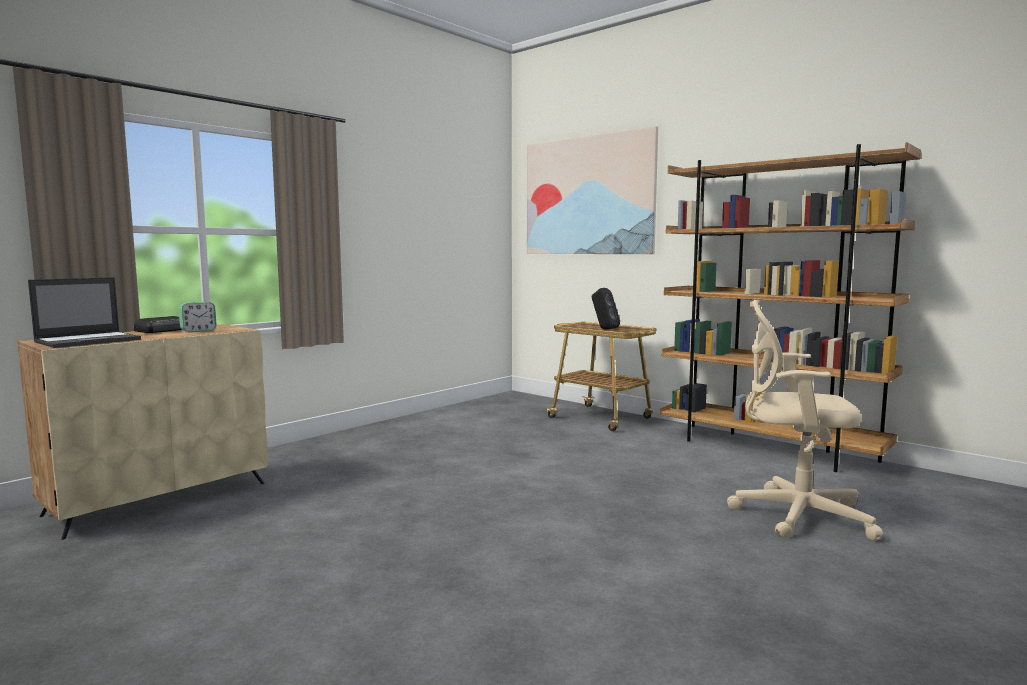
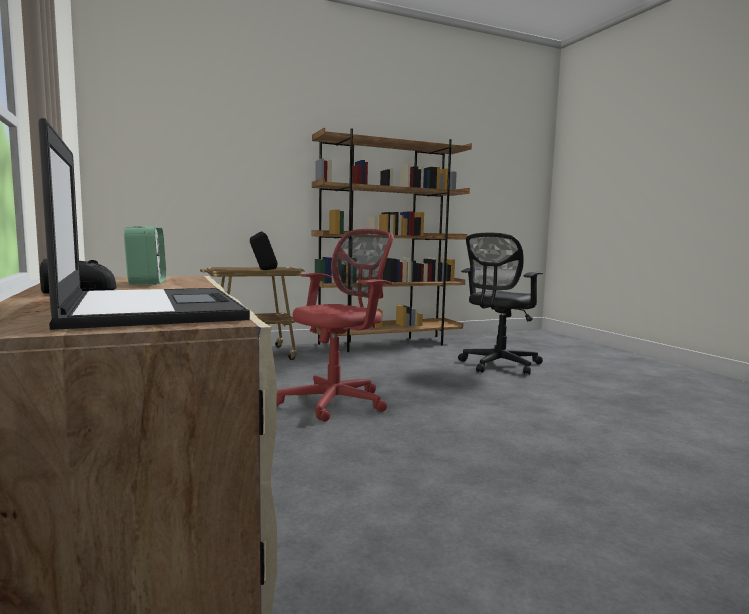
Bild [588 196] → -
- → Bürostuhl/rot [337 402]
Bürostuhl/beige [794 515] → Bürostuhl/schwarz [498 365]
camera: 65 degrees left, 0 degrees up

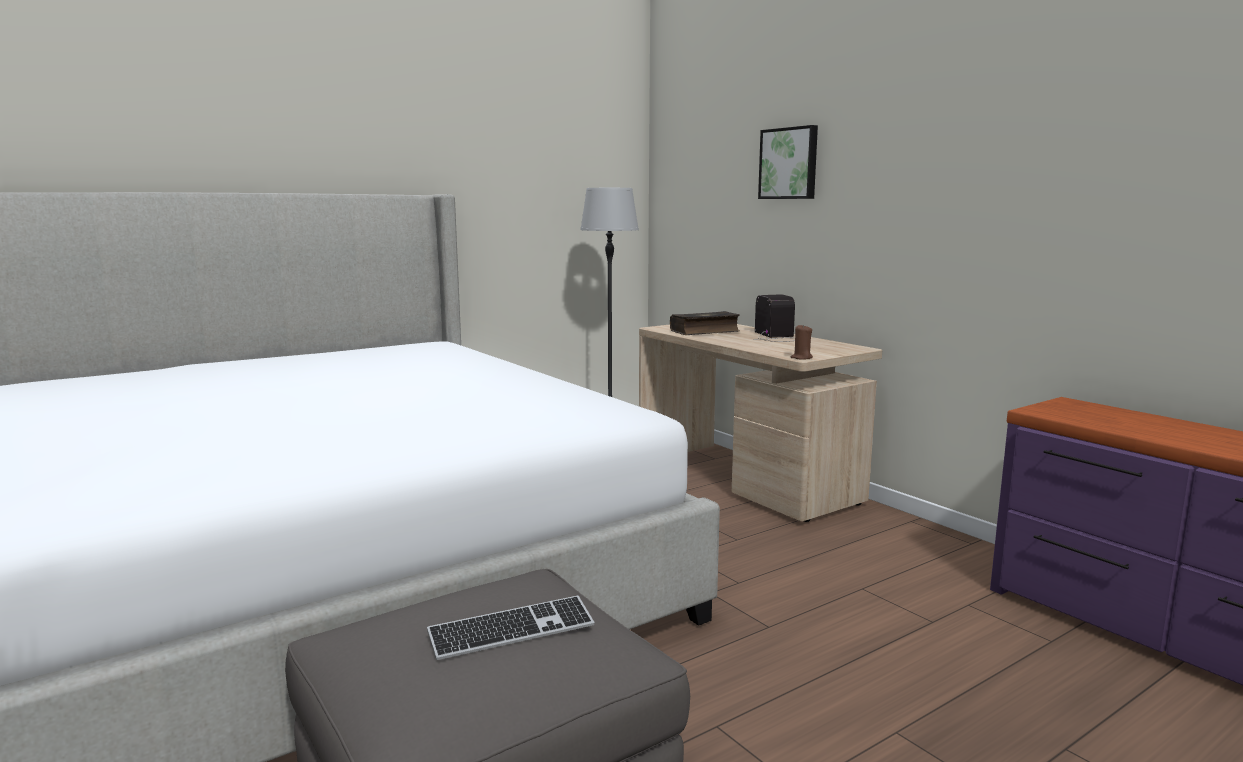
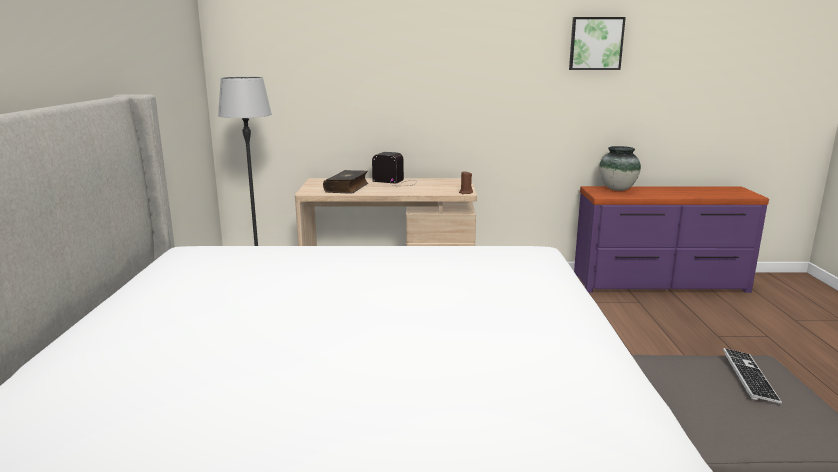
- → Vase [617 189]
Bild [789 163] → Bild [595 43], moved
camera: 55 degrees left, 5 degrees up

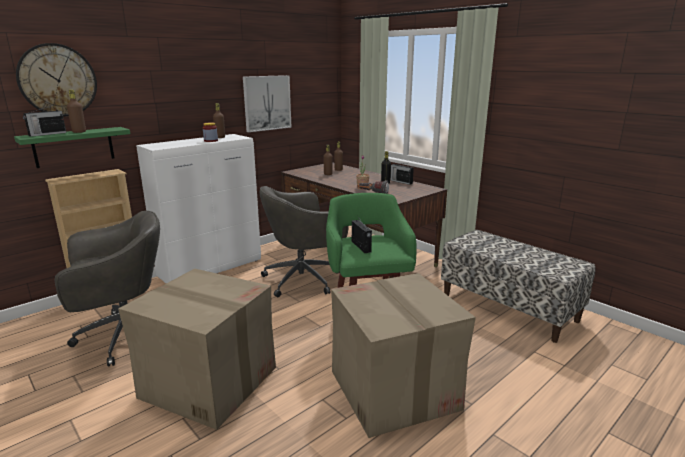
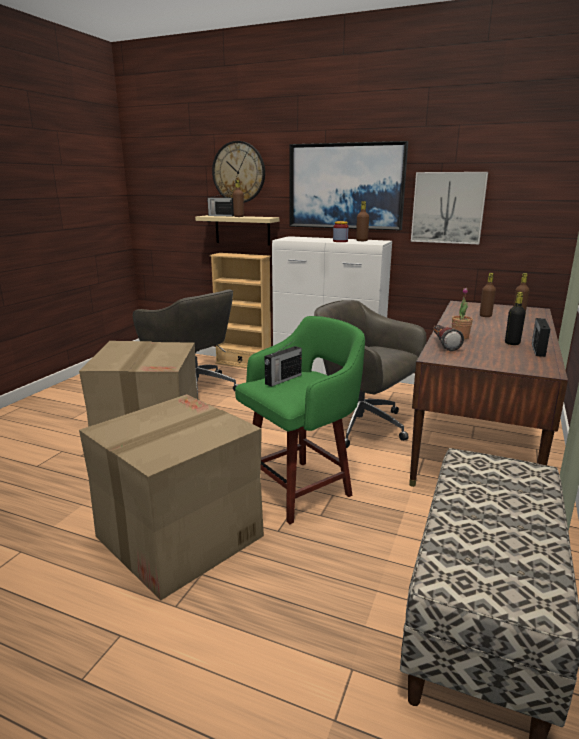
- → Bild [346 186]
Wandregal/grün [74 147] → Wandregal/beige [242 230]
camera: 65 degrees right, 0 degrees up

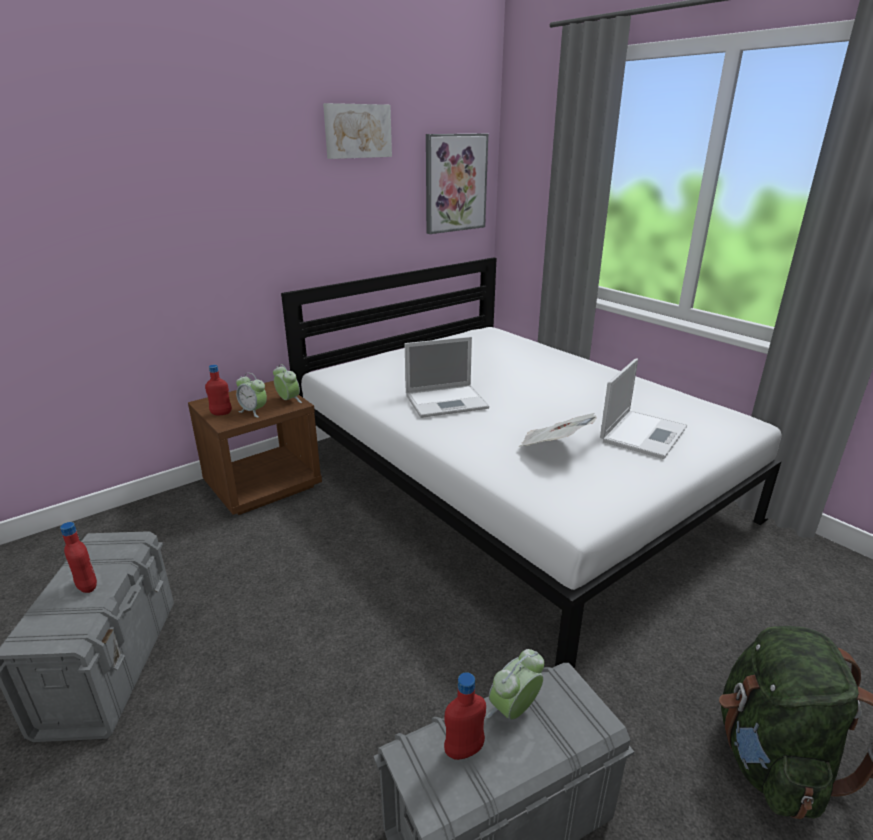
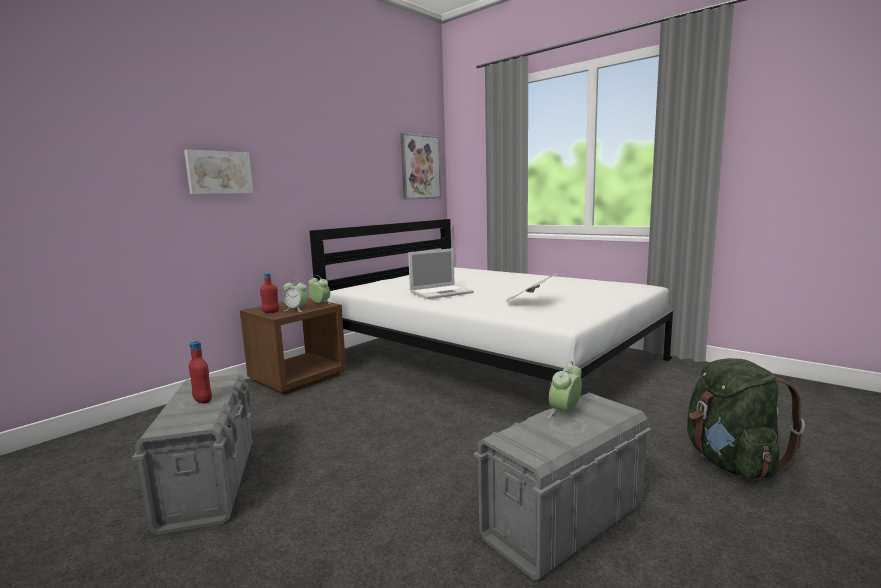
Flasche/rot [464 750] → -
Laptop [643 433] → -
Bild [357 131] → Bild [219 172], moved
camera: 10 degrees left, 15 degrees down

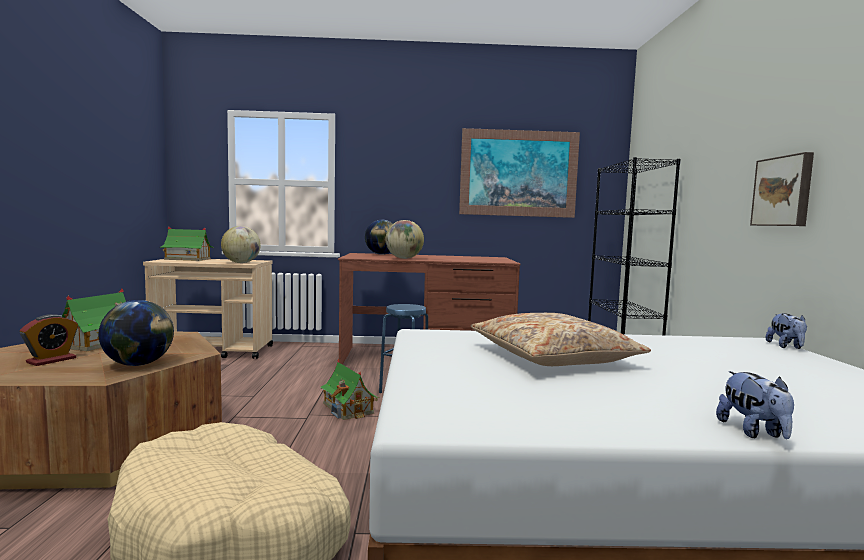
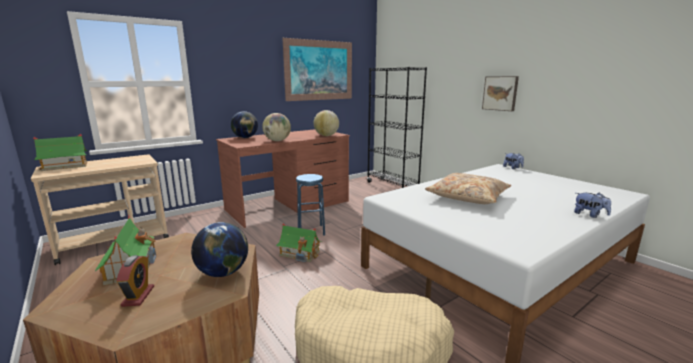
Globus [241 263] → Globus [326 136], moved
camera: 35 degrees left, 10 degrees up

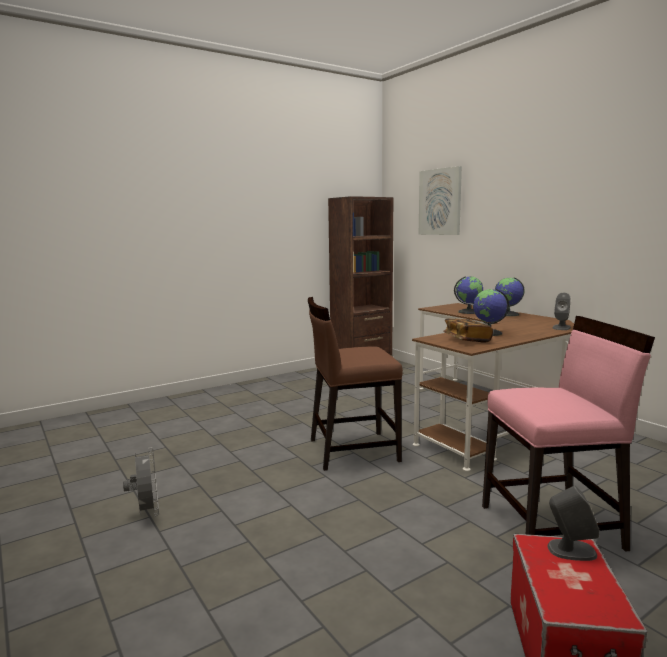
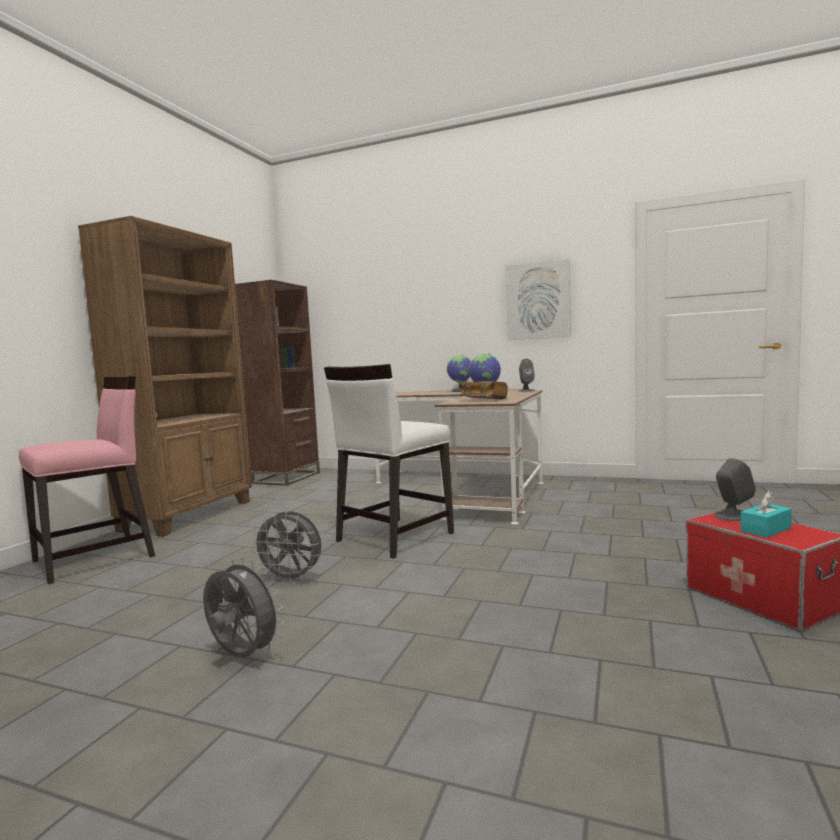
Globus [468 312] → -
- → Bücherregal/braun [189 515]
- → Ventilator/grau [292 579]
- → Taschentuchbox/türkis [765 530]
Bild [440 202] → Bild [538 301], moved
Stuhl/rosa [552 527] → Stuhl/rosa [95 558], moved
Stuhl/braun [352 450] → Stuhl/weiß [393 537]
camera: 35 degrees left, 5 degrees down

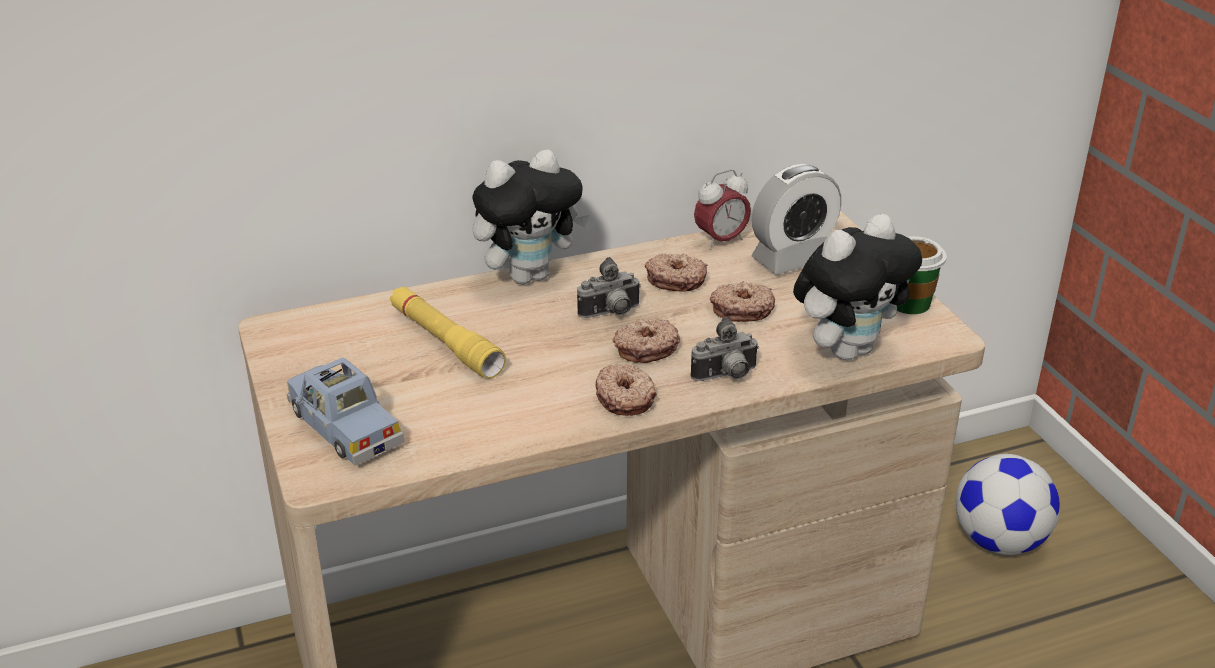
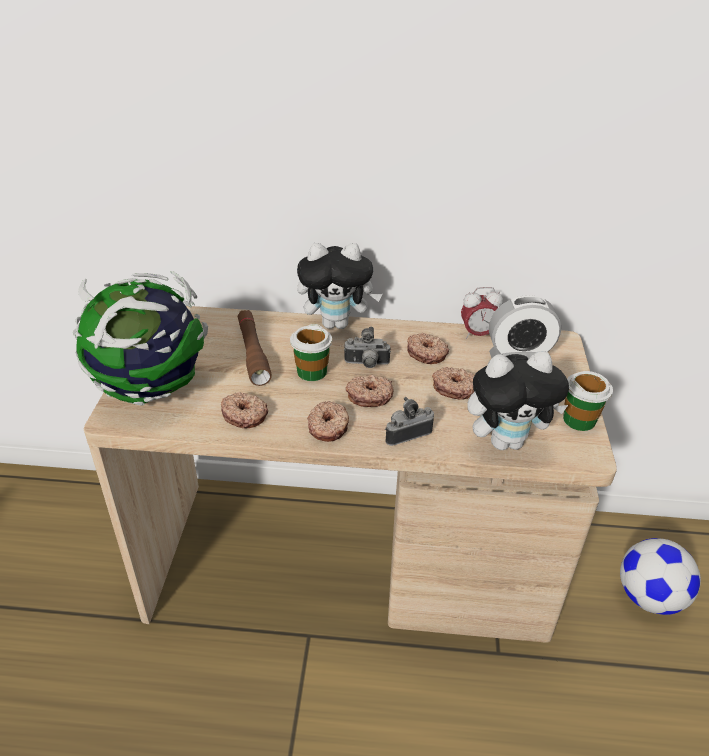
- → Donut [244 415]
- → Tasse [312 372]
Spielzeugauto/blau [343 427] → Globus [152 389]
Taschenlampe/gelb [445 342] → Taschenlampe/braun [253 353]
Kamera [726 376] → Kamera [406 433], 150 degrees clockwise
camera: 25 degrees right, 5 degrees up

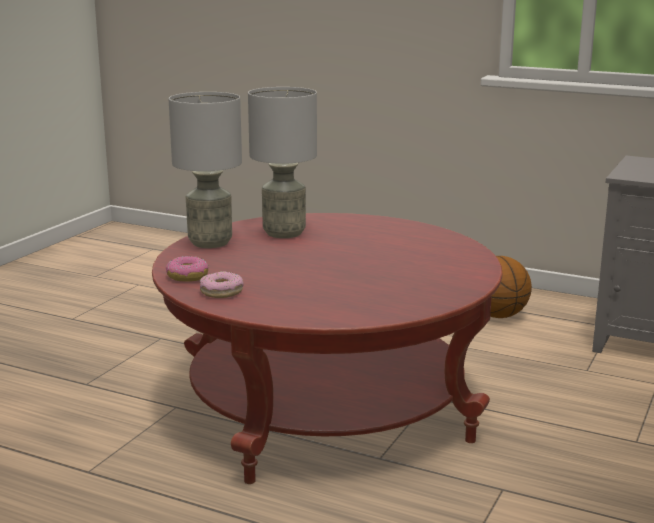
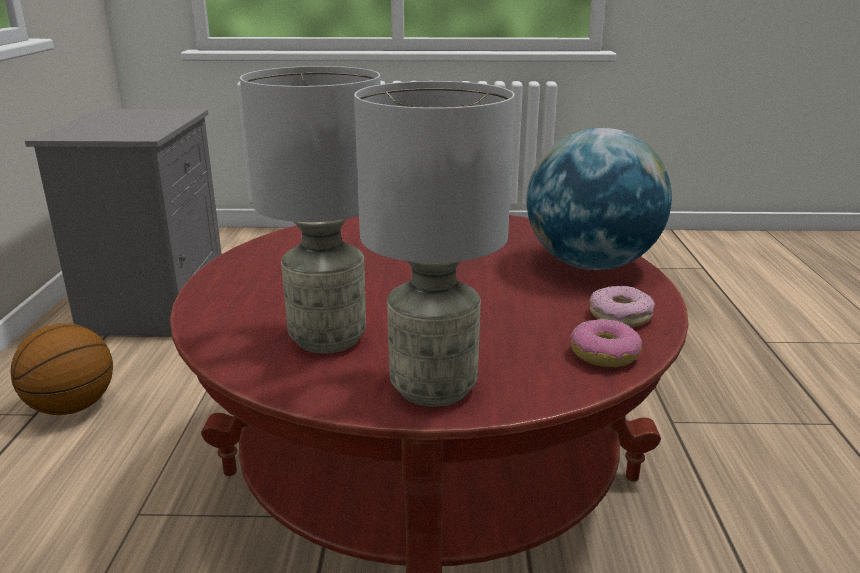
- → Globus [591 264]
camera: 115 degrees left, 5 degrees up

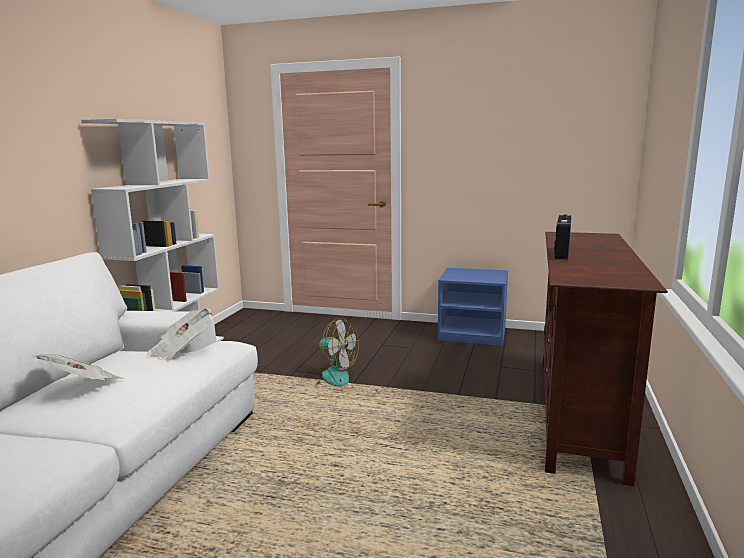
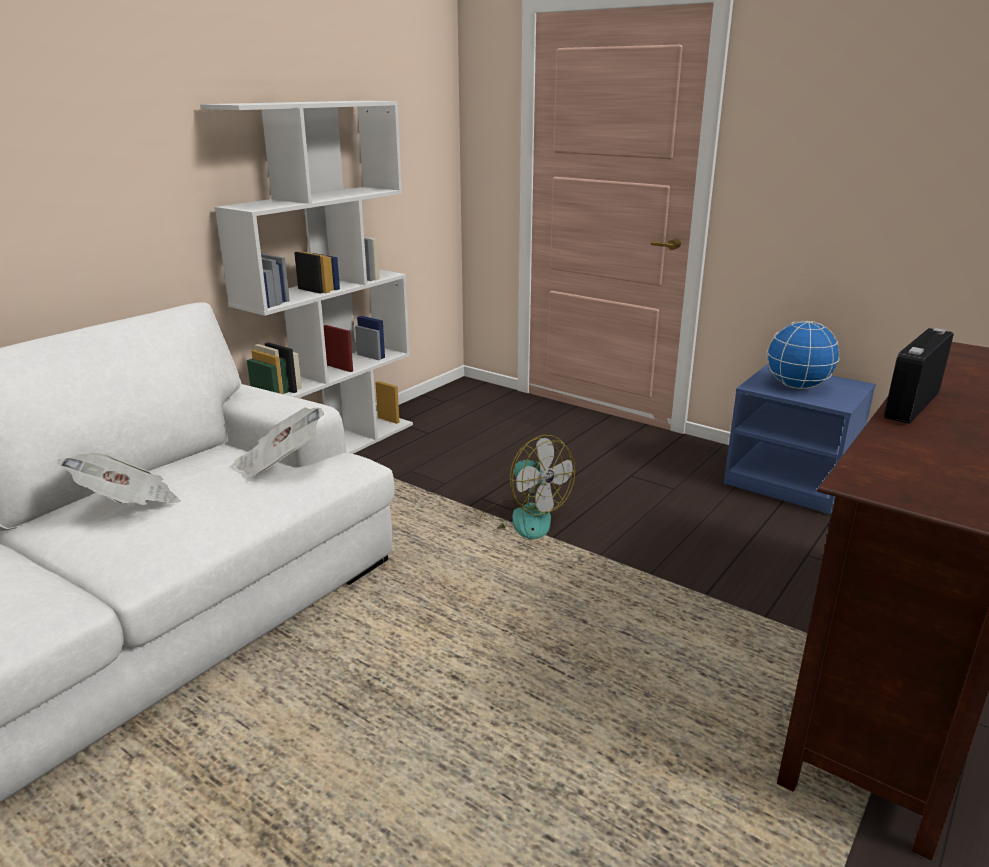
- → Globus [796 386]
camera: 20 degrees right, 10 degrees up

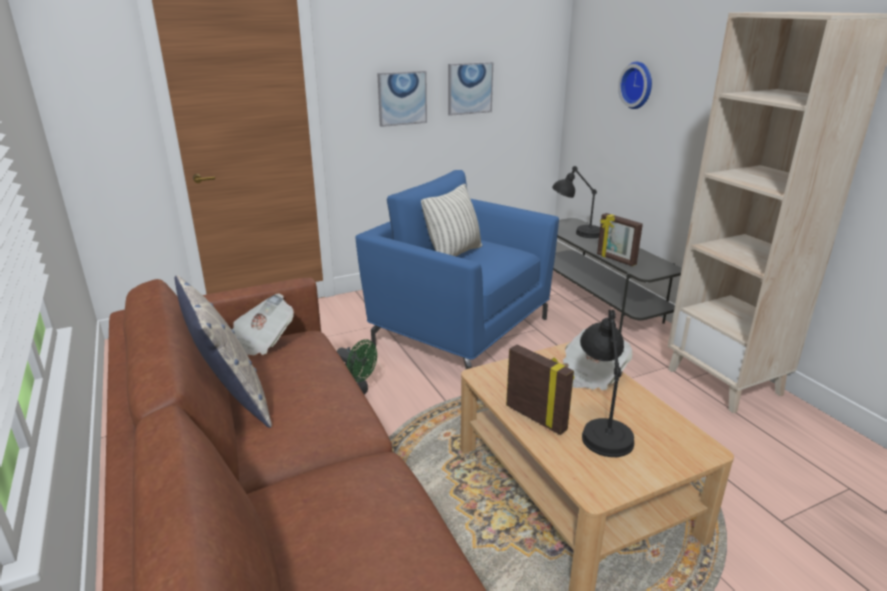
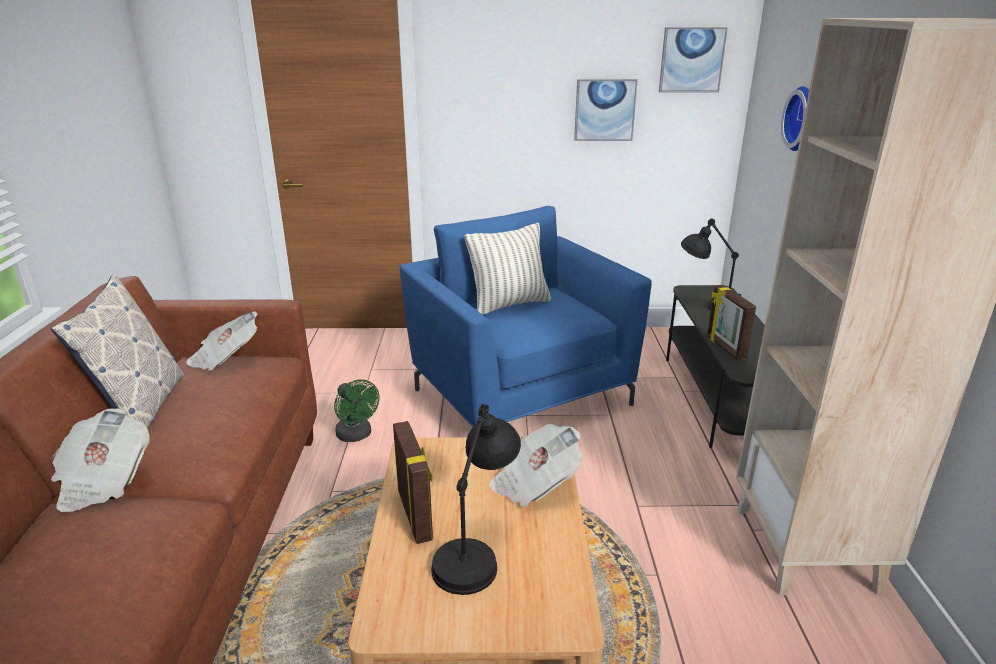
- → Zeitung [103 481]
Bild [402 98] → Bild [691 60], moved
camera: 25 degrees right, 0 degrees up

